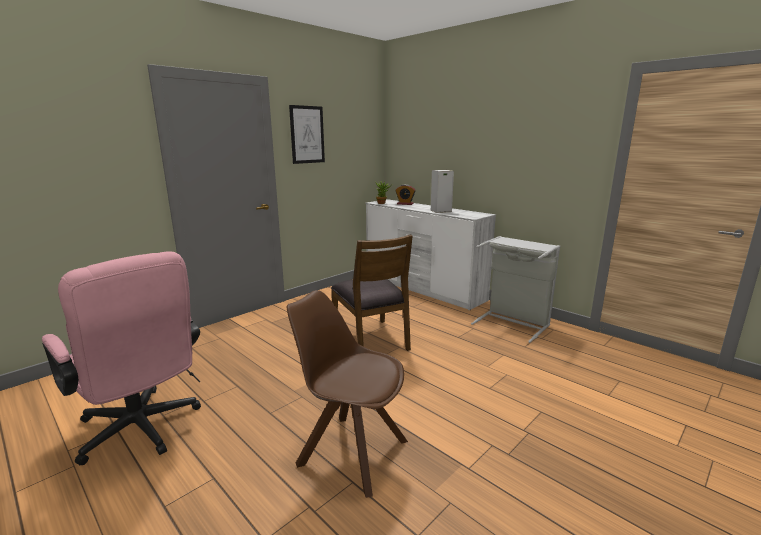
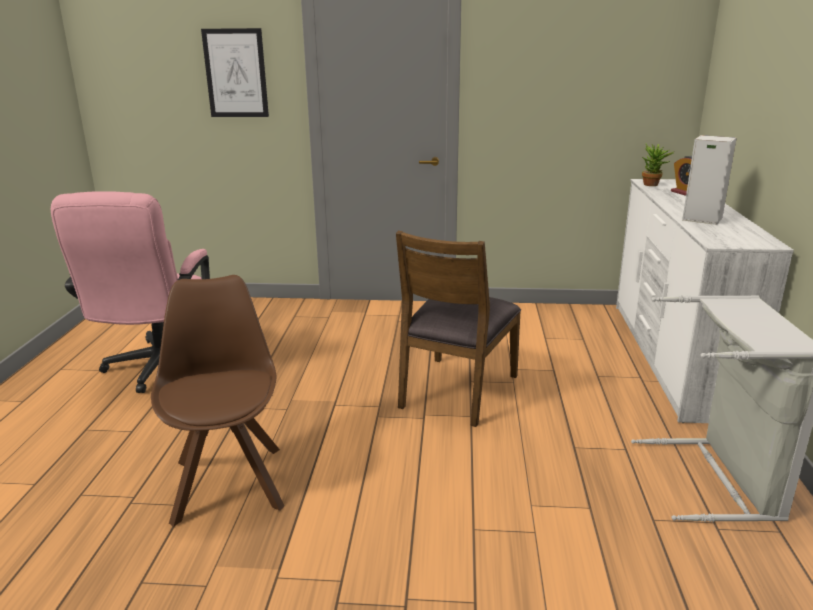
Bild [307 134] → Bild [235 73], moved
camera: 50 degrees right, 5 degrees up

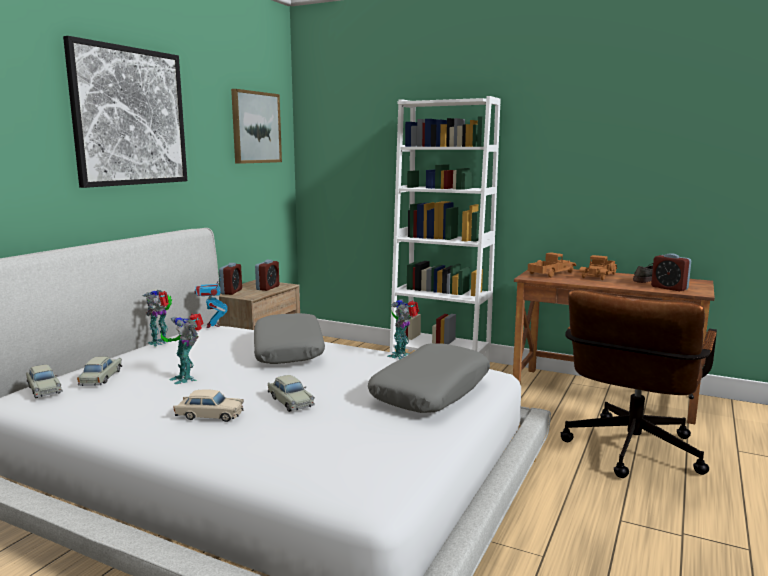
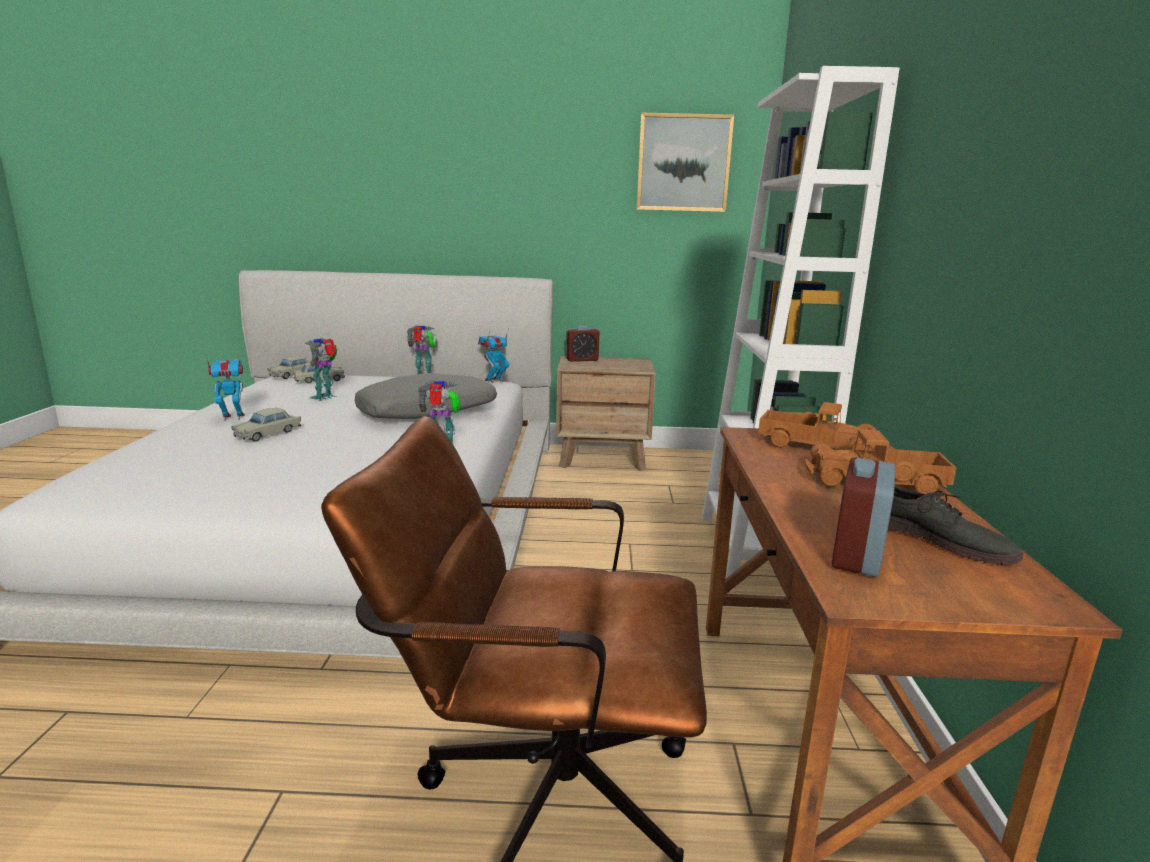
Bild [130 117] → -
Wecker [268 288] → -
Kissen/grau [431 391] → -
Spielzeugauto/beige [210 415] → Spielzeugroboter [233 417]
camera: 65 degrees right, 5 degrees up

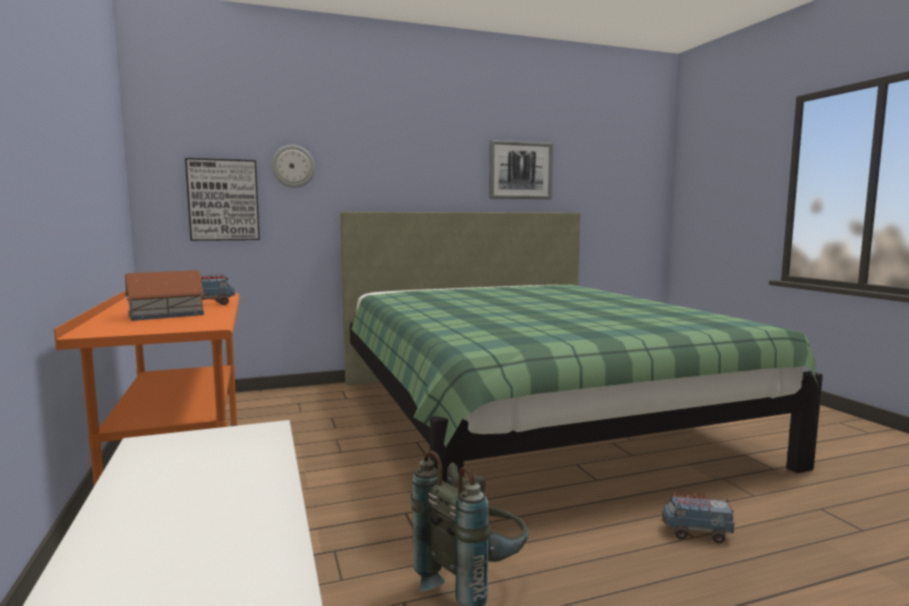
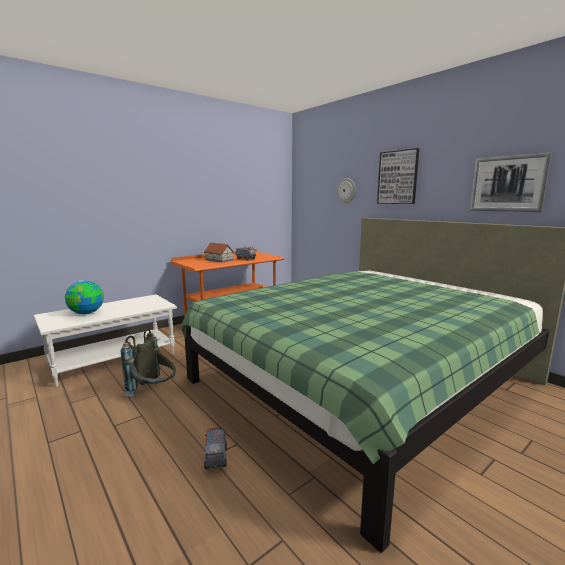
- → Globus [87 313]
Bild [223 200] → Bild [397 177], moved
camera: 70 degrees right, 5 degrees up

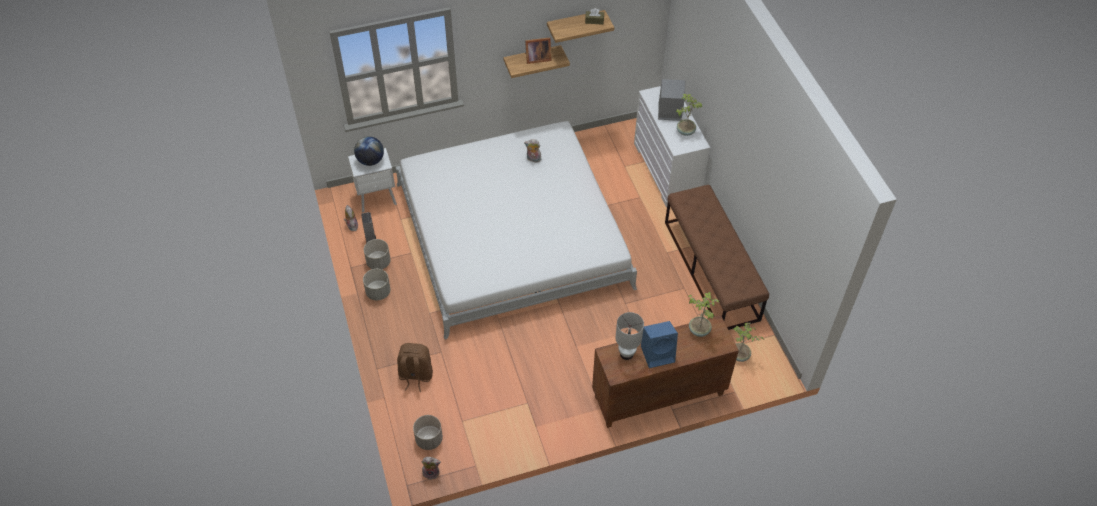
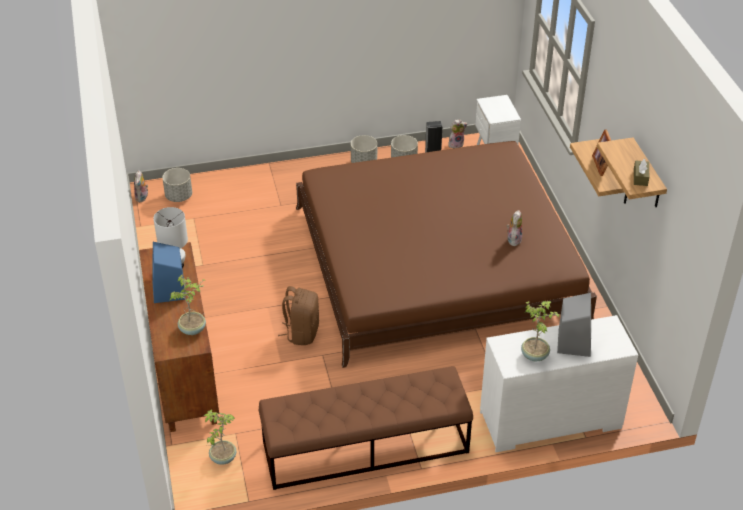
Globus [370 161] → -
Rucksack/braun [415 375] → Rucksack/braun [301 332], moved
Bett/weiß [512 235] → Bett/braun [436 262]
camera: 95 degrees right, 10 degrees down

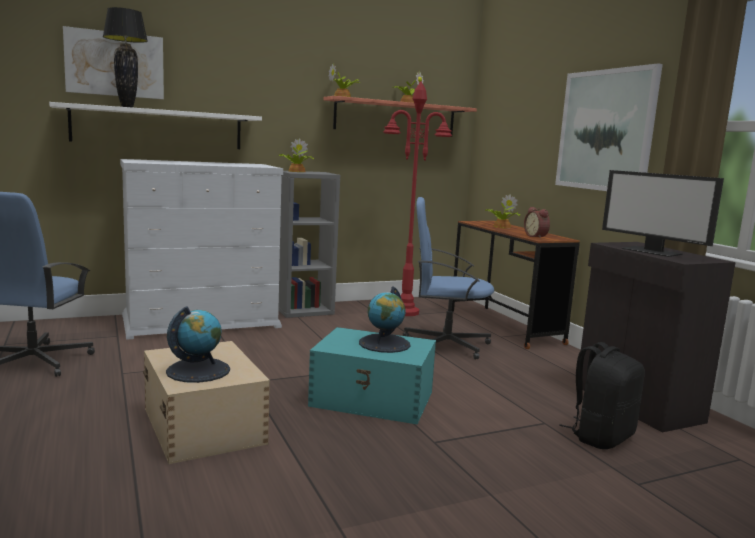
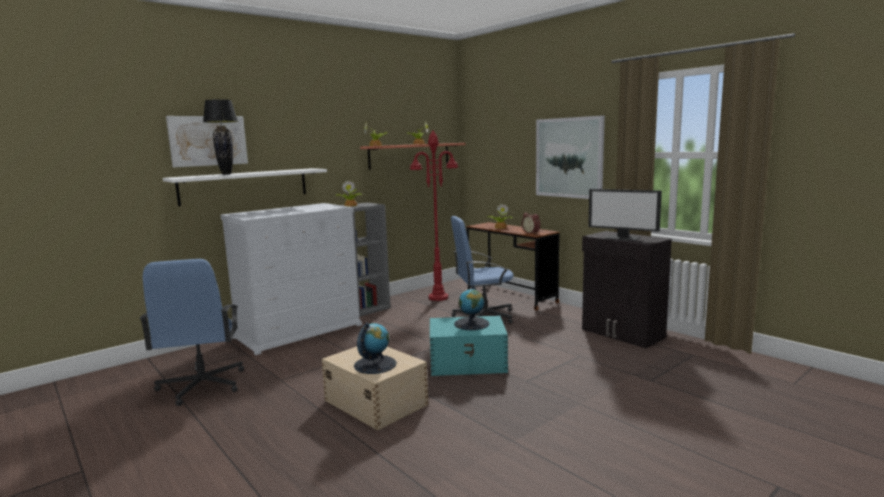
Rucksack/schwarz [600 437] → -
camera: 15 degrees left, 0 degrees up

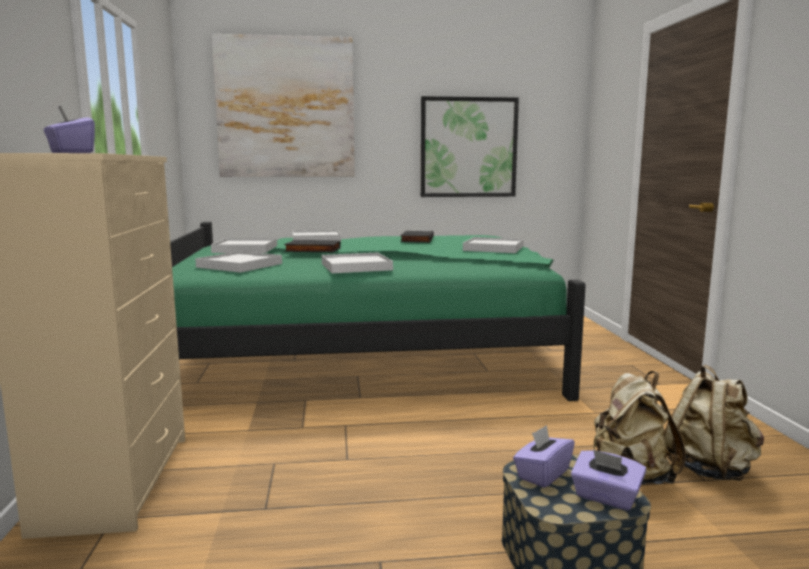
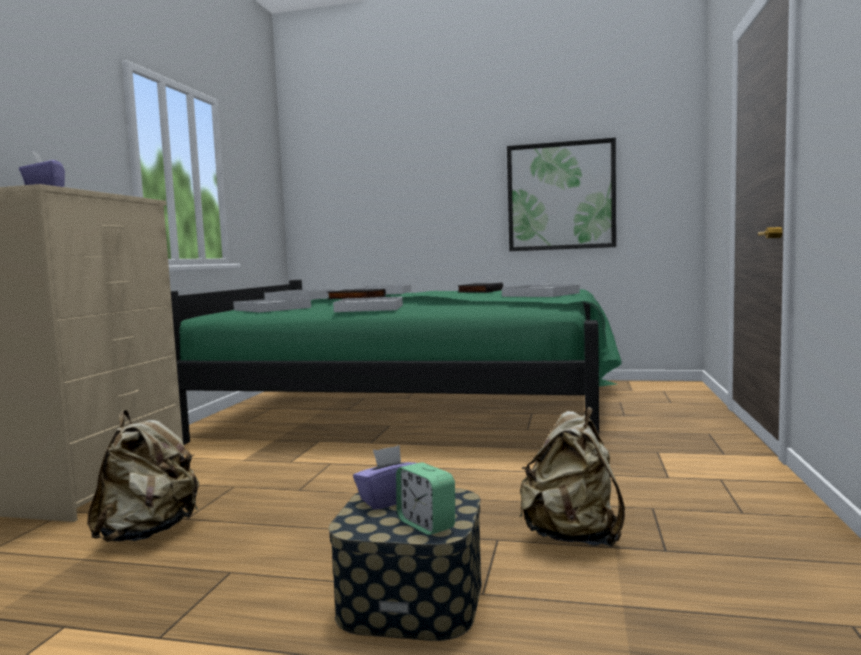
Bild [286 108] → -
Rucksack/beige [709 469] → Rucksack/beige [148 533], moved
Taschentuchbox/lila [606 497] → Wecker [426 524]
camera: 20 degrees right, 5 degrees down

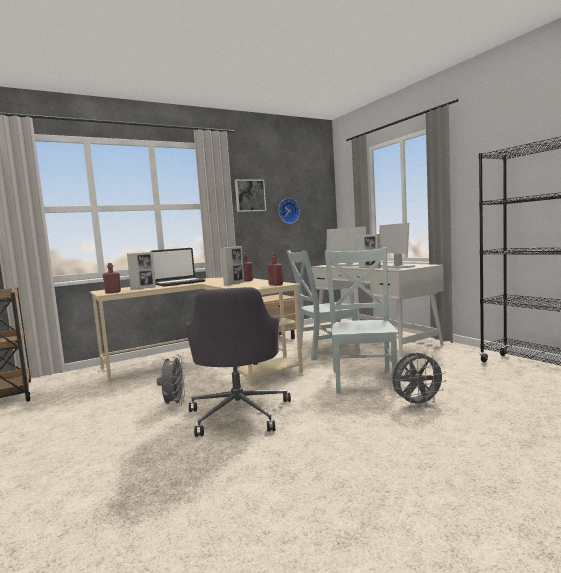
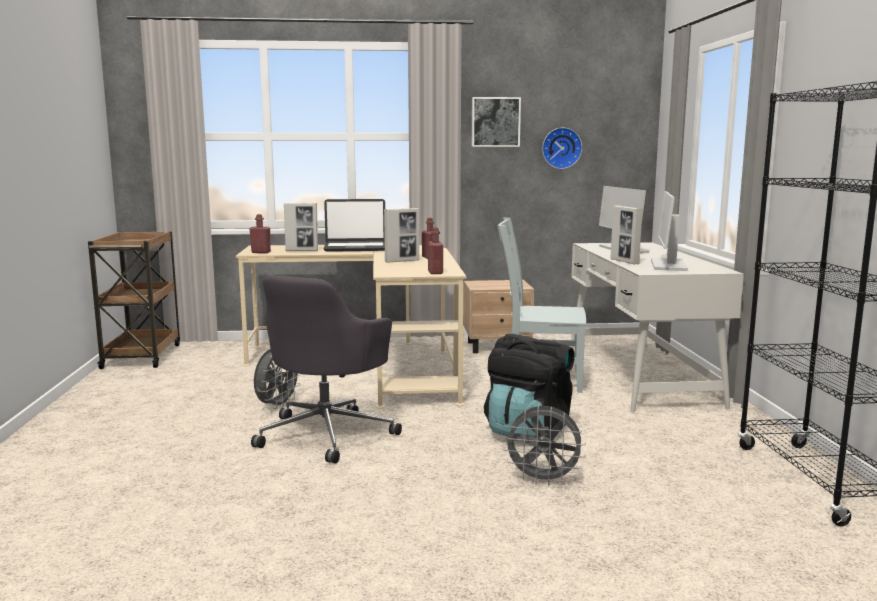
Stuhl/grau [364 379] → Rucksack/schwarz [528 431]
camera: 25 degrees right, 5 degrees up

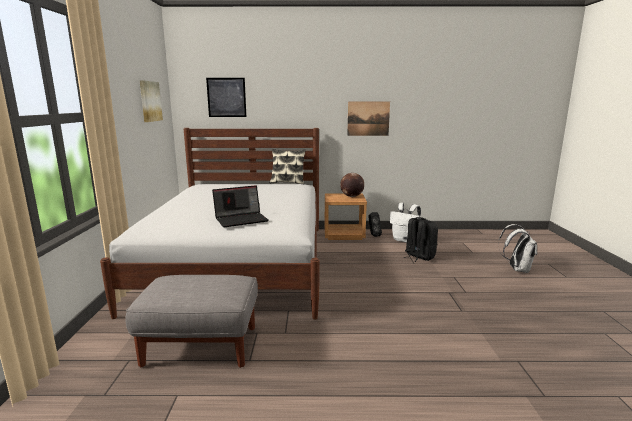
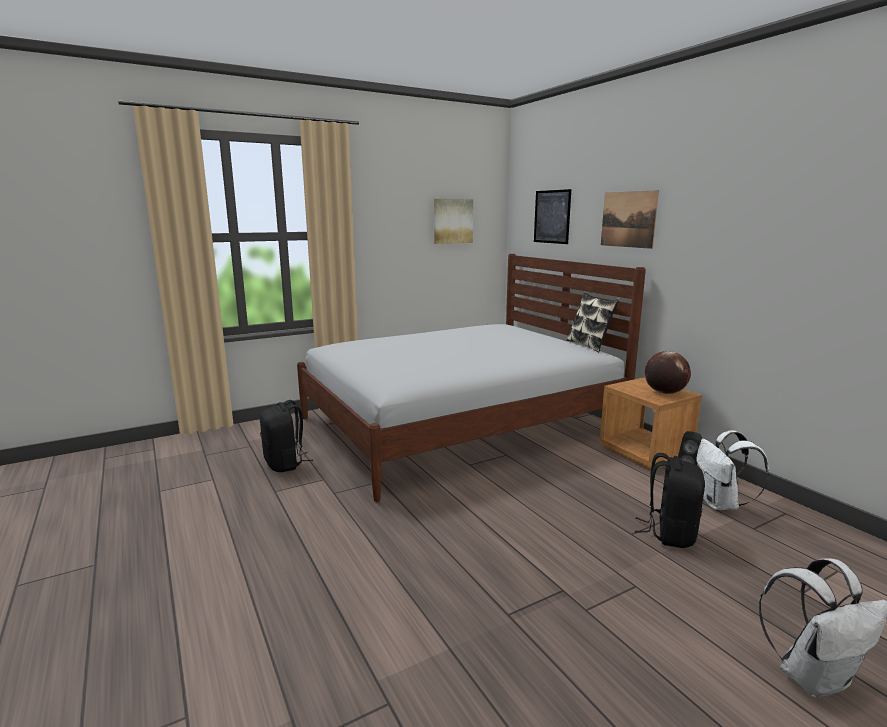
Laptop [241 219] → -
Bild [368 118] → Bild [628 219], moved
Polsterhocker/grau [202 346] → Rucksack/schwarz [285 464]
camera: 60 degrees right, 0 degrees up

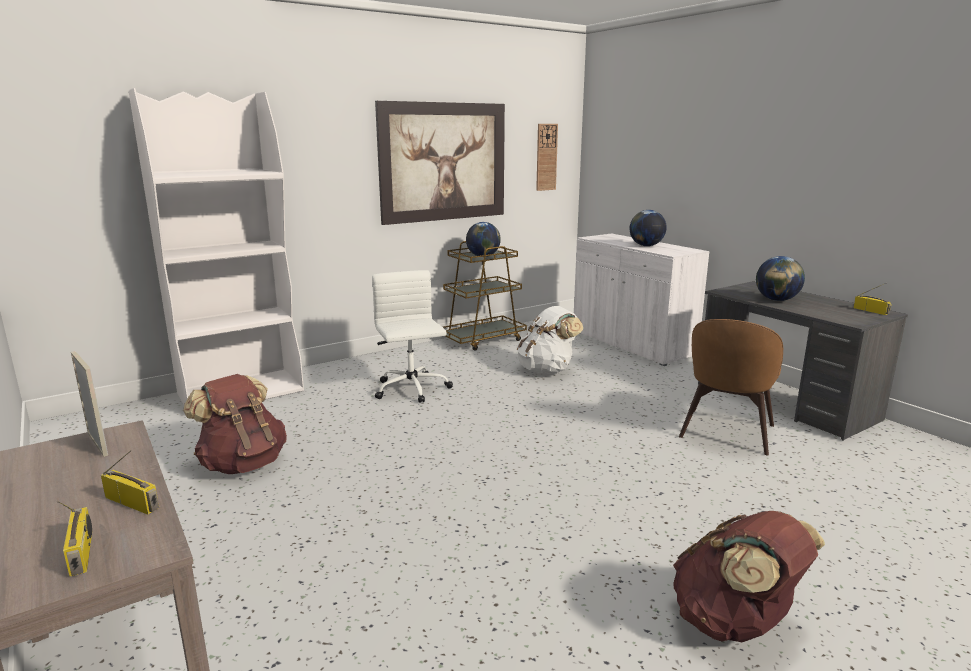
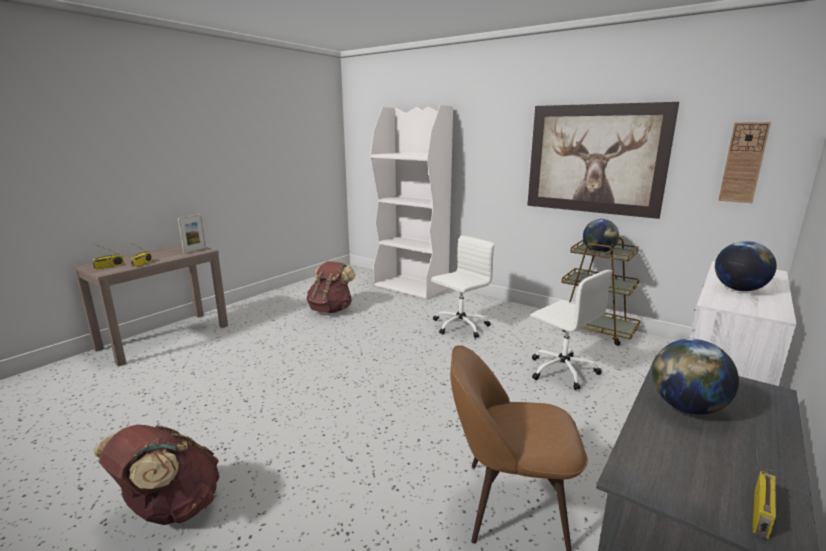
Rucksack/weiß [547 370] → Bürostuhl/weiß [561 370]
camera: 70 degrees right, 0 degrees up

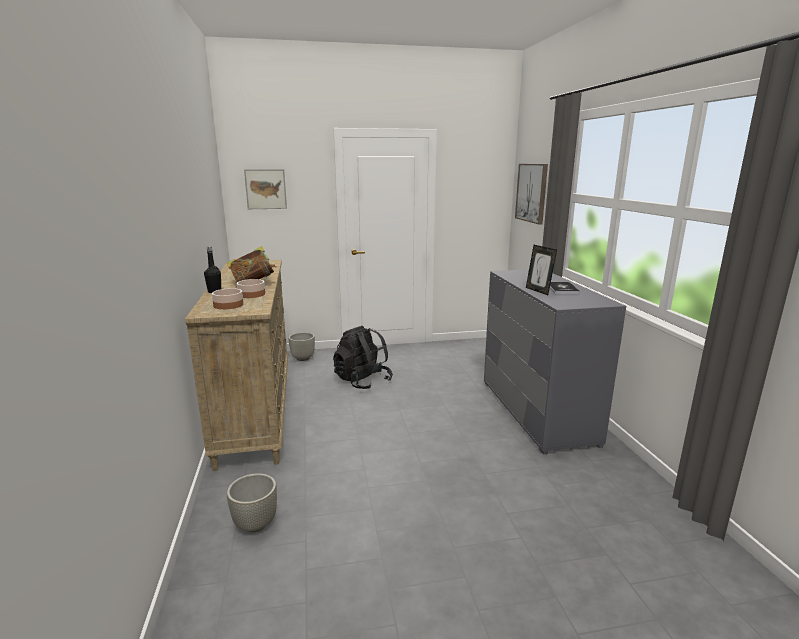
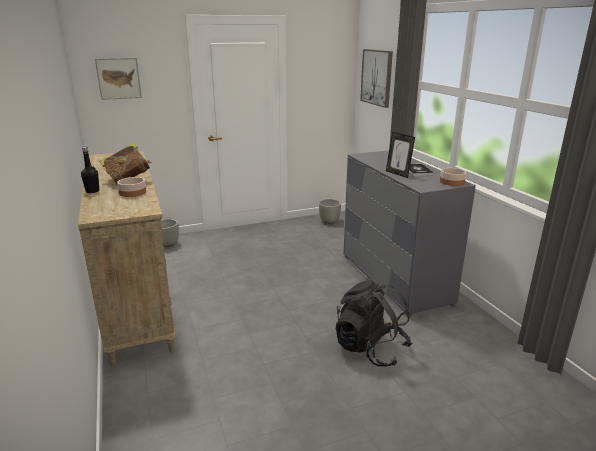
Schüssel [228 305] → Schüssel [452 182], moved
Pflanzkübel/grau [255 524] → Pflanzkübel/grau [329 222], moved
Rucksack/schwarz [362 381] → Rucksack/schwarz [370 348], moved
camera: 10 degrees left, 5 degrees up

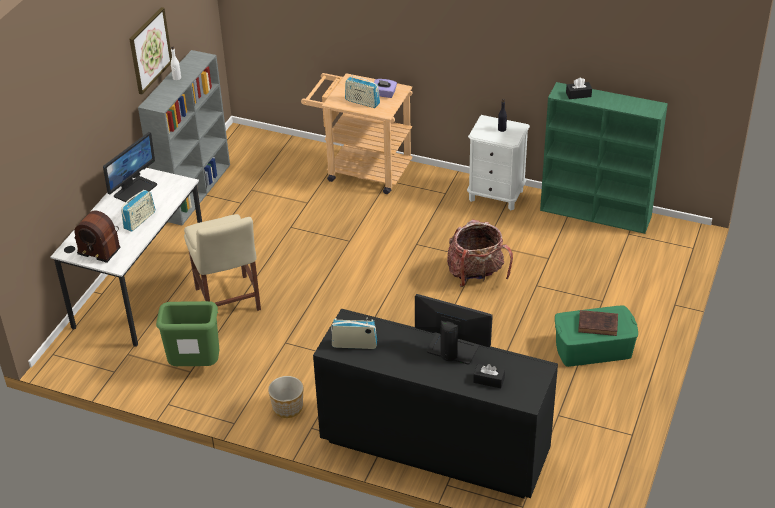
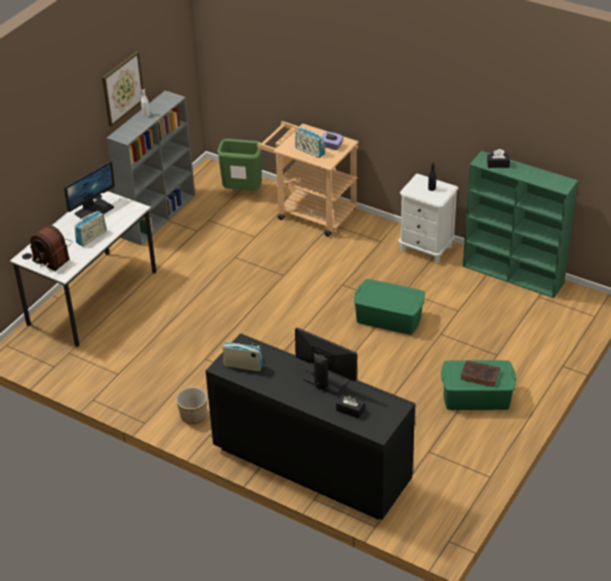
Stuhl/beige [228 301] → -
Mülleimer/grün [196 366] → Mülleimer/grün [243 192], moved
Rucksack [476 275] → Aufbewahrungsbox/grün [389 318]
camera: 10 degrees right, 0 degrees up

